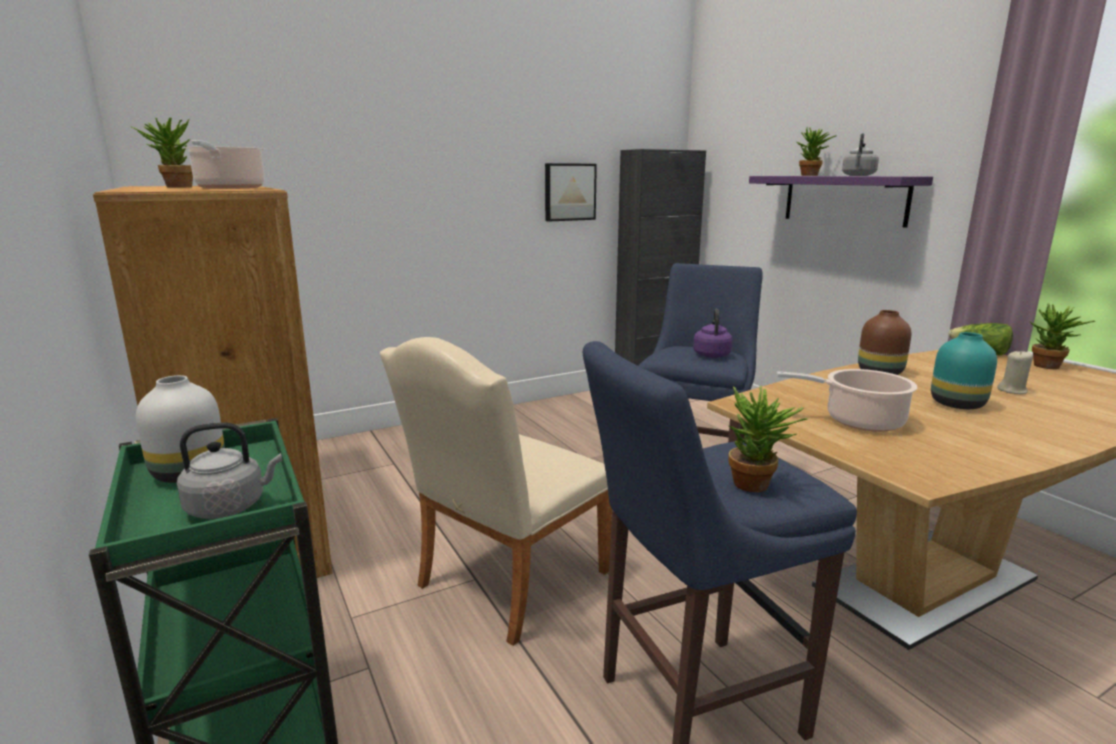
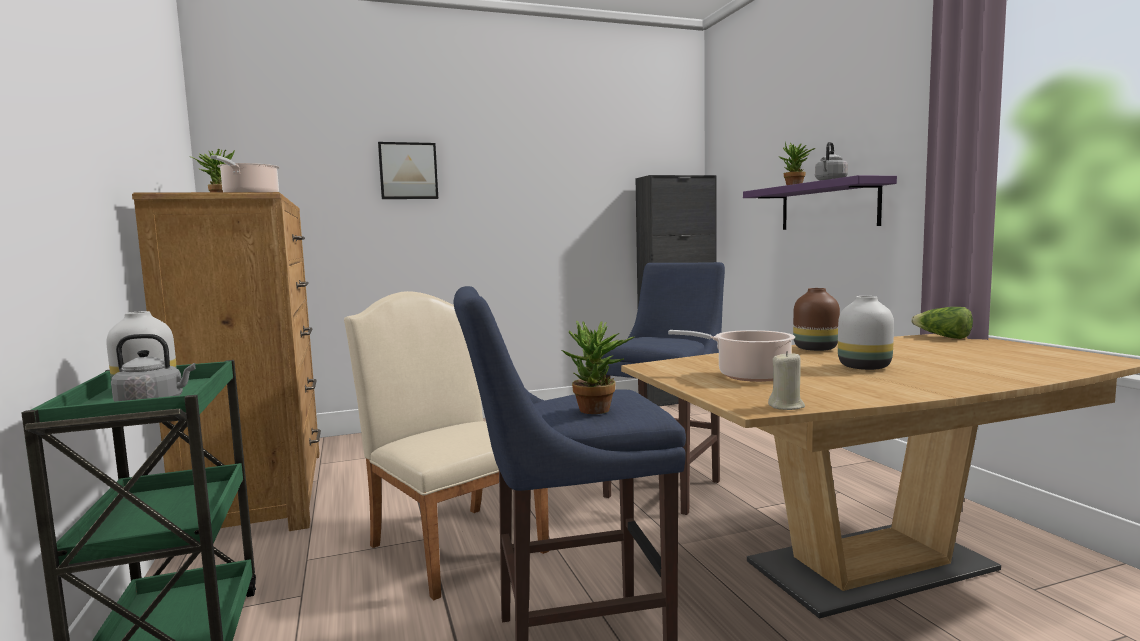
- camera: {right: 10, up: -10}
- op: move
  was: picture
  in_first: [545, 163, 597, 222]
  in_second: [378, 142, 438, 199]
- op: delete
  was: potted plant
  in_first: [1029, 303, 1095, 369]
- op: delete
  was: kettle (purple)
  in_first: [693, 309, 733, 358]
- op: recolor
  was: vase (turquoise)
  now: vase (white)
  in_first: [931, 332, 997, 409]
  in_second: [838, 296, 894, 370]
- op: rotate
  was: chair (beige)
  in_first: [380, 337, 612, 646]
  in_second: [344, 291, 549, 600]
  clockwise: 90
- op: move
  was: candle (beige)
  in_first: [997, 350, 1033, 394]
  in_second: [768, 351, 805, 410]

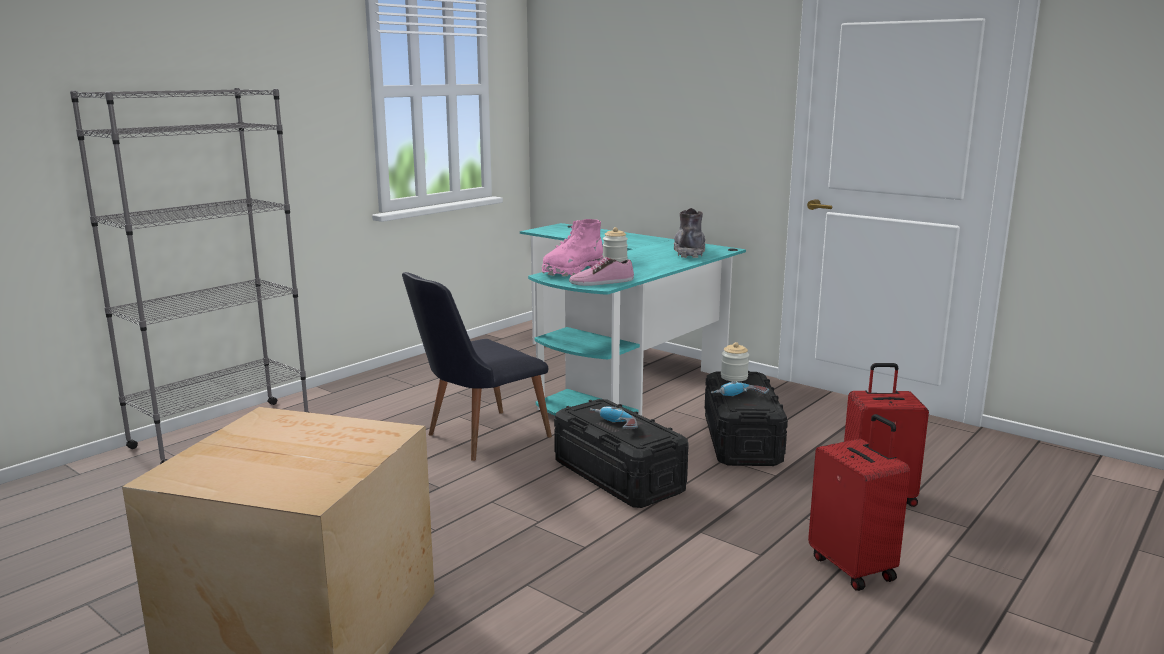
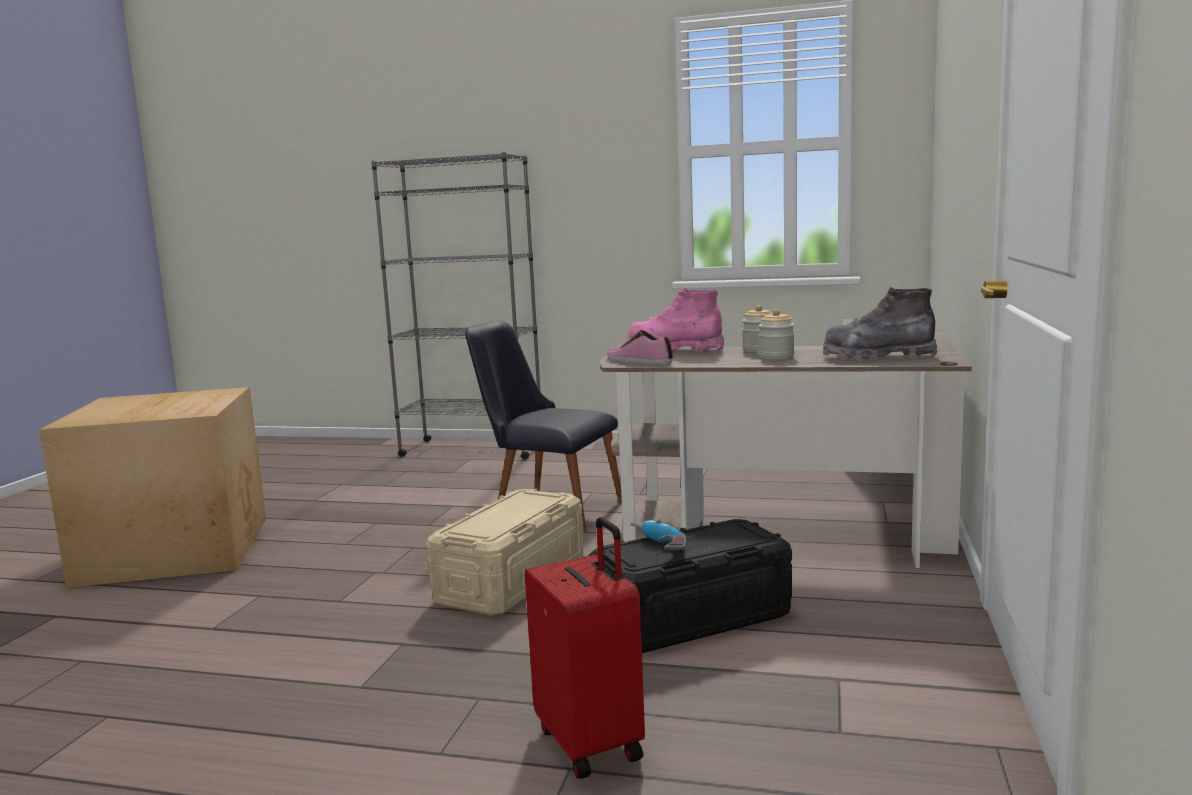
- camera: {right: 65, up: -5}
- op: rotate
  was: boot (grey)
  in_first: [674, 208, 705, 258]
  in_second: [823, 287, 938, 361]
  clockwise: -150
- op: recolor
  was: desk (turquoise)
  now: desk (brown)
  in_first: [520, 223, 746, 416]
  in_second: [600, 319, 972, 568]
- op: move
  was: jar
  in_first: [721, 342, 749, 382]
  in_second: [758, 309, 795, 359]
- op: recolor
  was: storage box (black)
  now: storage box (beige)
  in_first: [554, 399, 689, 508]
  in_second: [427, 489, 584, 616]
- op: delete
  was: power drill
  in_first: [590, 406, 638, 429]
- op: delete
  was: suitcase (red)
  in_first: [808, 414, 910, 591]

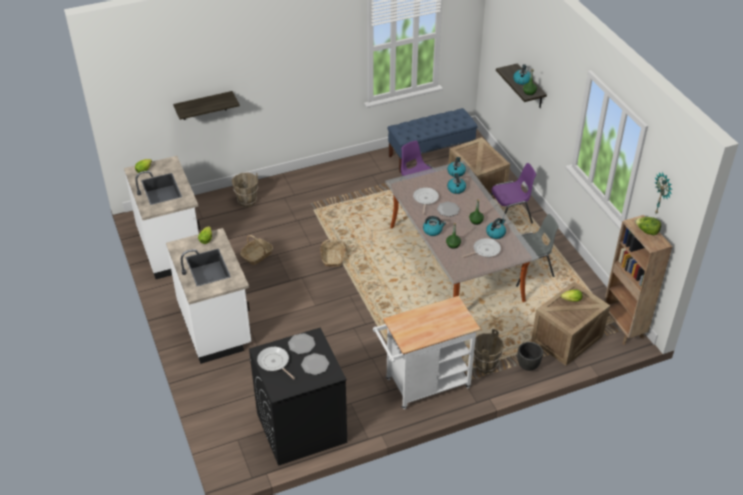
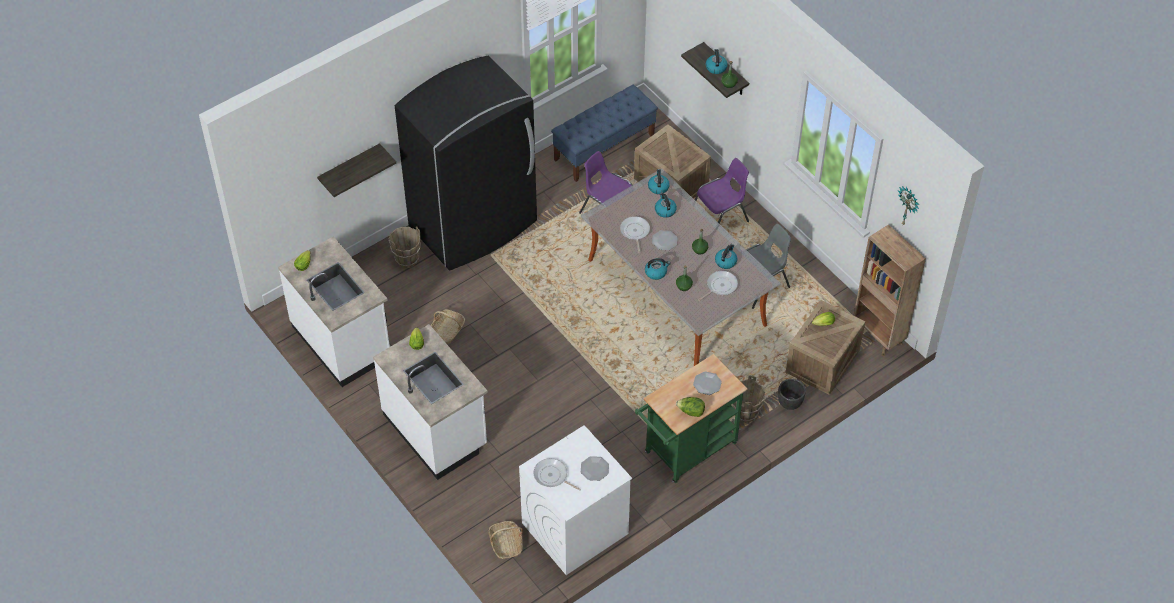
- camera: {right: -15, up: 10}
- op: move
  was: lettuce
  in_first: [635, 217, 661, 235]
  in_second: [676, 397, 705, 417]
- op: move
  was: basket
  in_first: [320, 239, 347, 267]
  in_second: [489, 521, 523, 559]
- op: recolor
  was: cart (white)
  now: cart (green)
  in_first: [373, 296, 481, 409]
  in_second: [635, 354, 747, 483]
- op: recolor
  was: washing machine (black)
  now: washing machine (white)
  in_first: [249, 328, 347, 466]
  in_second: [519, 425, 632, 575]
- op: move
  was: plate
  in_first: [288, 333, 315, 354]
  in_second: [693, 371, 722, 395]
- op: insert
  now: fridge (black)
  in_second: [395, 56, 537, 270]

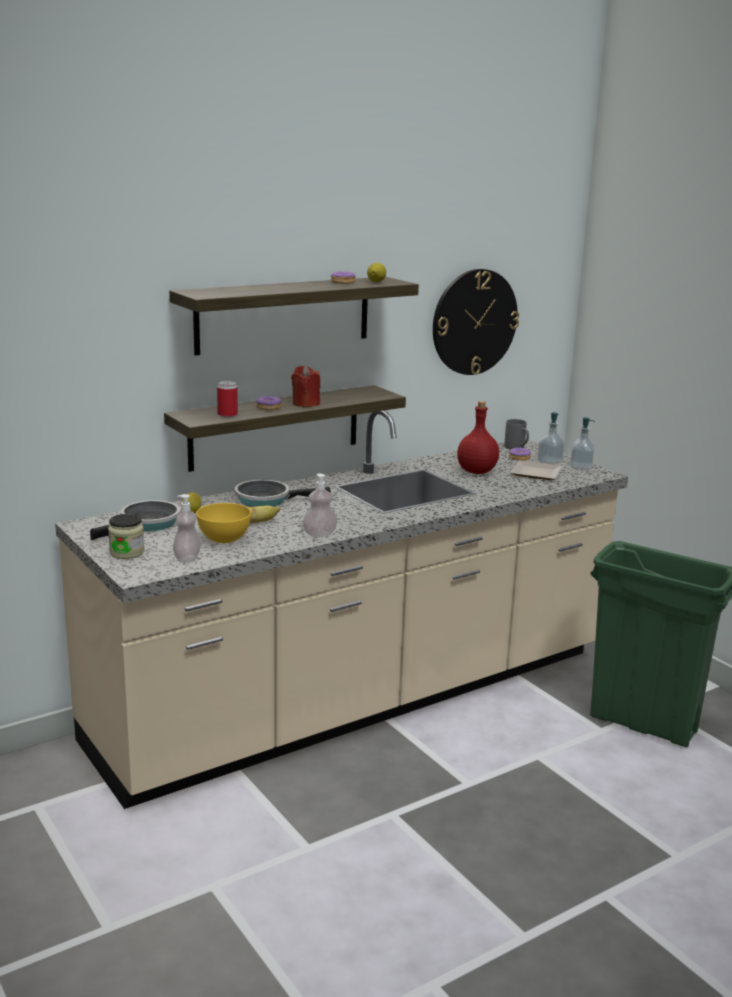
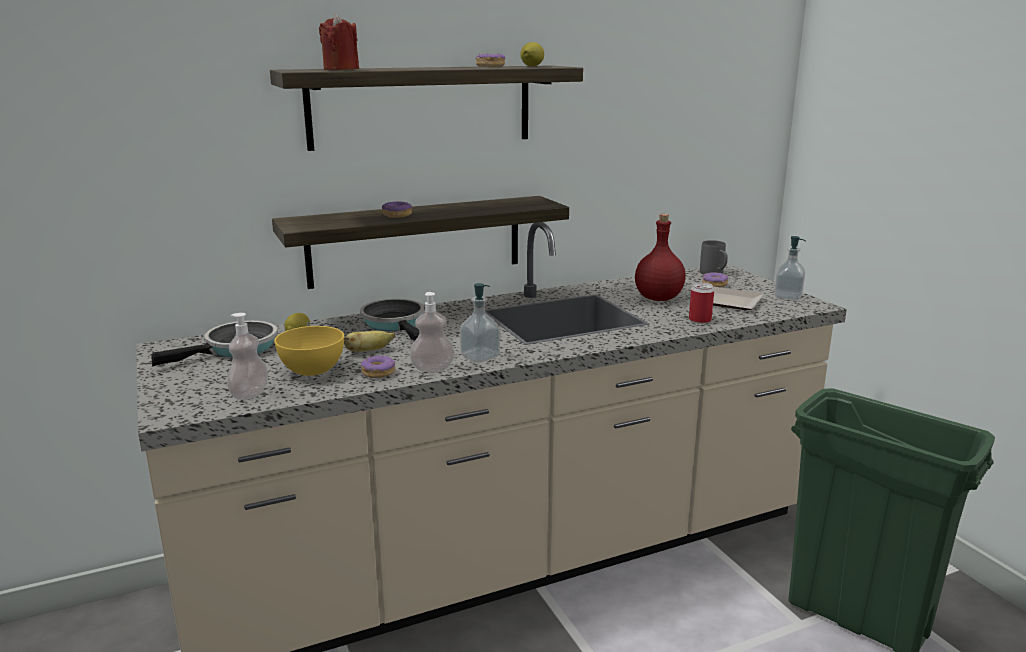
- camera: {right: 10, up: 0}
- op: delete
  was: wall clock
  in_first: [433, 269, 519, 375]
- op: move
  was: candle (red)
  in_first: [291, 365, 320, 407]
  in_second: [319, 14, 359, 70]
- op: move
  was: can
  in_first: [217, 381, 238, 417]
  in_second: [689, 283, 714, 324]
- op: move
  was: soap dispenser
  in_first: [537, 412, 565, 465]
  in_second: [460, 283, 500, 363]
- op: rotate
  was: frying pan
  in_first: [235, 480, 331, 507]
  in_second: [360, 299, 424, 341]
  clockwise: 60
- op: delete
  was: jar
  in_first: [108, 514, 145, 559]
- op: insert
  now: donut
  in_second: [361, 356, 395, 378]

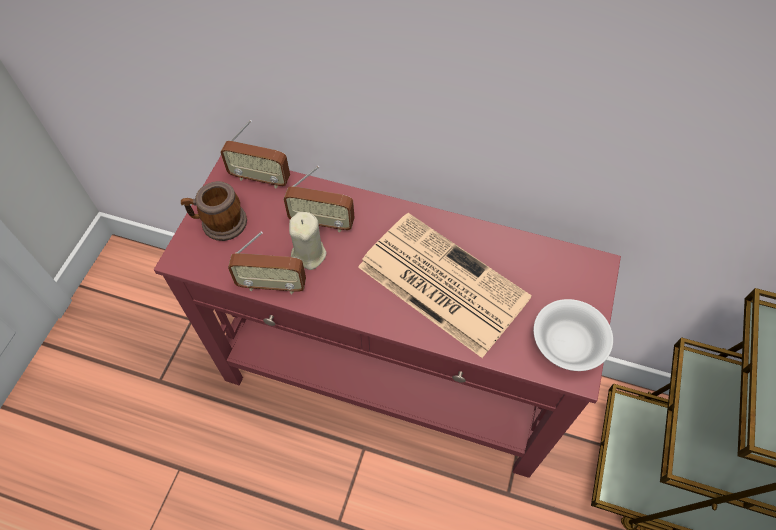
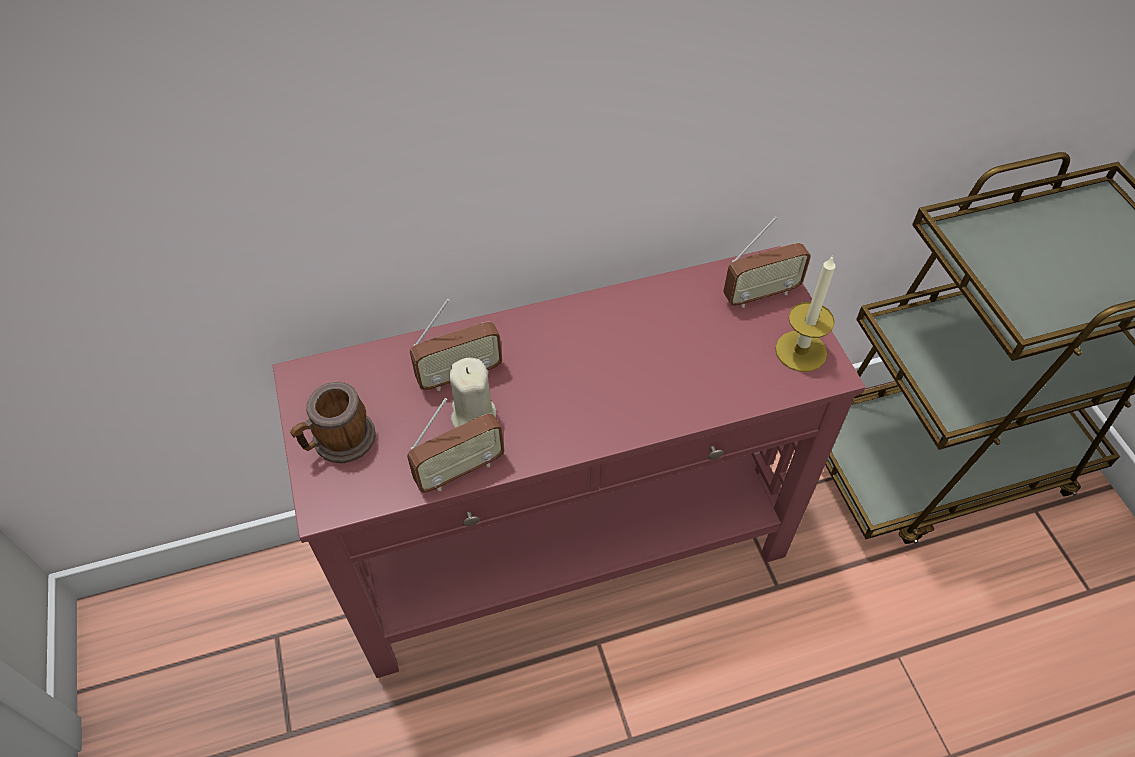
- camera: {right: -35, up: -5}
- op: move
  was: radio
  in_first: [220, 120, 290, 188]
  in_second: [723, 217, 811, 308]
- op: delete
  was: newspaper
  in_first: [358, 213, 532, 358]
- op: replace
  was: bowl (white)
  now: candle
  in_first: [534, 299, 613, 371]
  in_second: [775, 256, 836, 372]

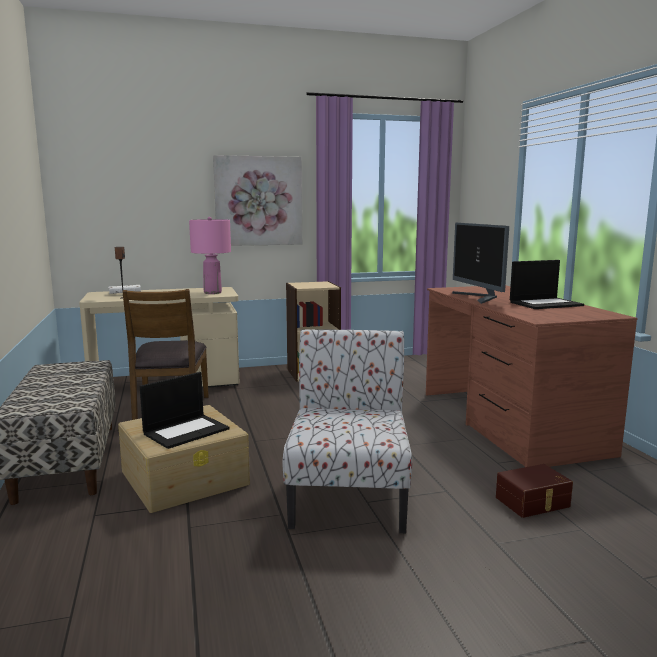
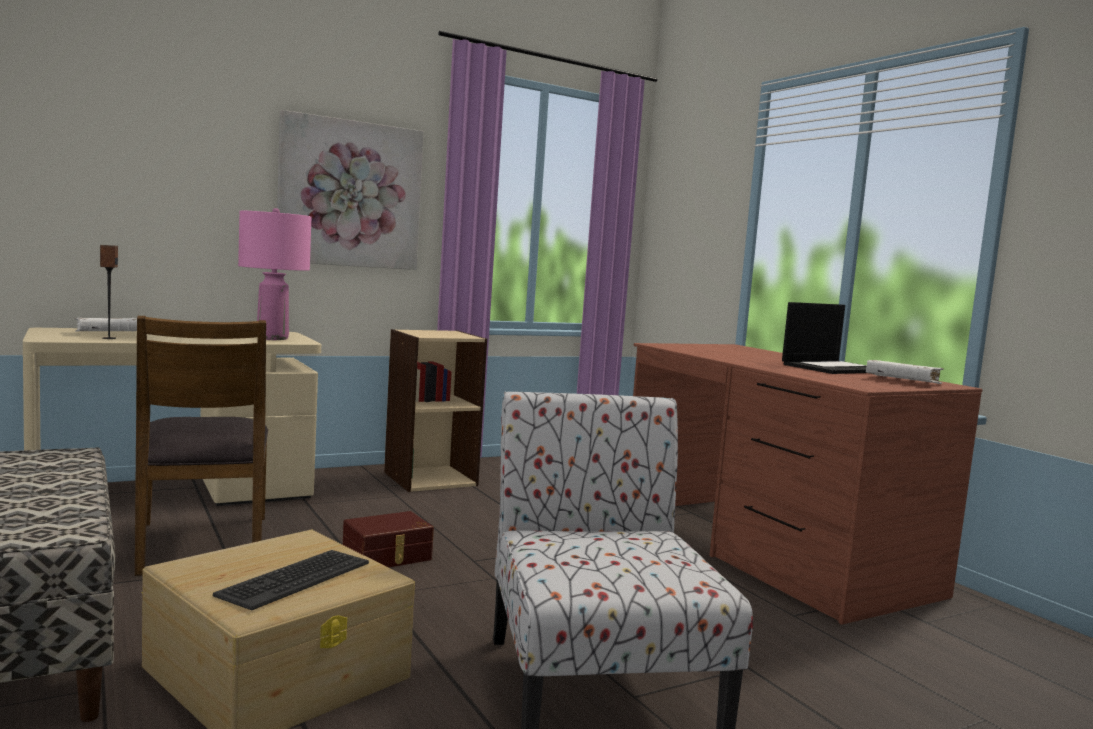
- camera: {right: -15, up: -5}
- op: delete
  was: monitor
  in_first: [452, 222, 509, 304]
- op: replace
  was: laptop
  now: keyboard
  in_first: [140, 372, 230, 449]
  in_second: [213, 550, 369, 610]
- op: move
  was: storage box (brown)
  in_first: [496, 464, 573, 518]
  in_second: [343, 511, 434, 567]
- op: insert
  now: book (white)
  in_second: [866, 360, 944, 384]

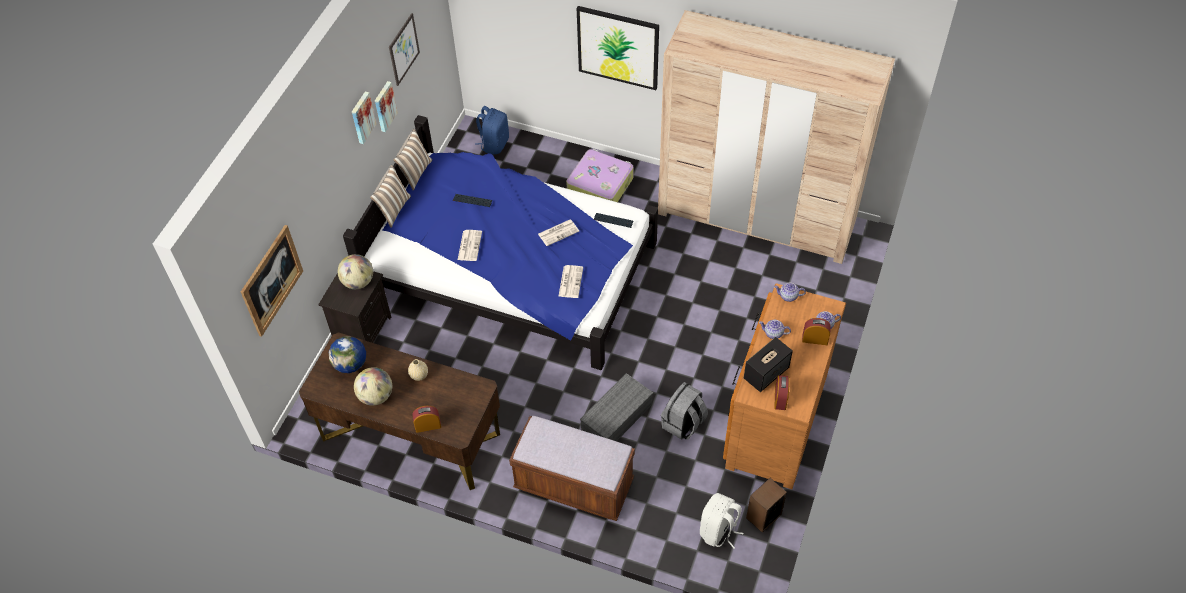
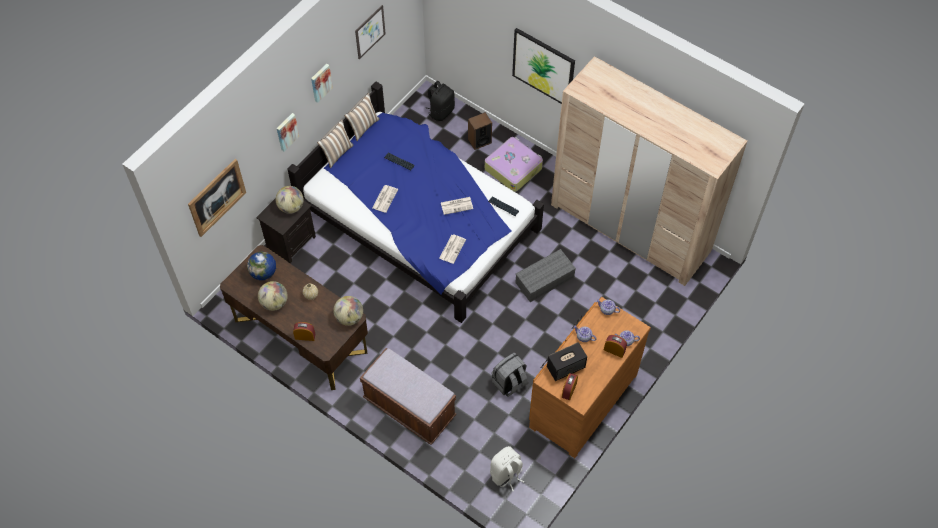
- camera: {right: 15, up: 5}
- op: move
  was: picture
  in_first: [375, 81, 398, 132]
  in_second: [277, 113, 299, 151]
- op: recolor
  was: backpack (blue)
  now: backpack (black)
  in_first: [475, 106, 509, 154]
  in_second: [427, 81, 455, 121]
- op: move
  was: storage box (grey)
  in_first: [580, 373, 653, 441]
  in_second: [515, 249, 576, 302]
- op: move
  was: speaker
  in_first: [746, 478, 787, 533]
  in_second: [468, 112, 492, 150]
- op: insert
  now: globe
  in_second: [333, 296, 363, 326]

